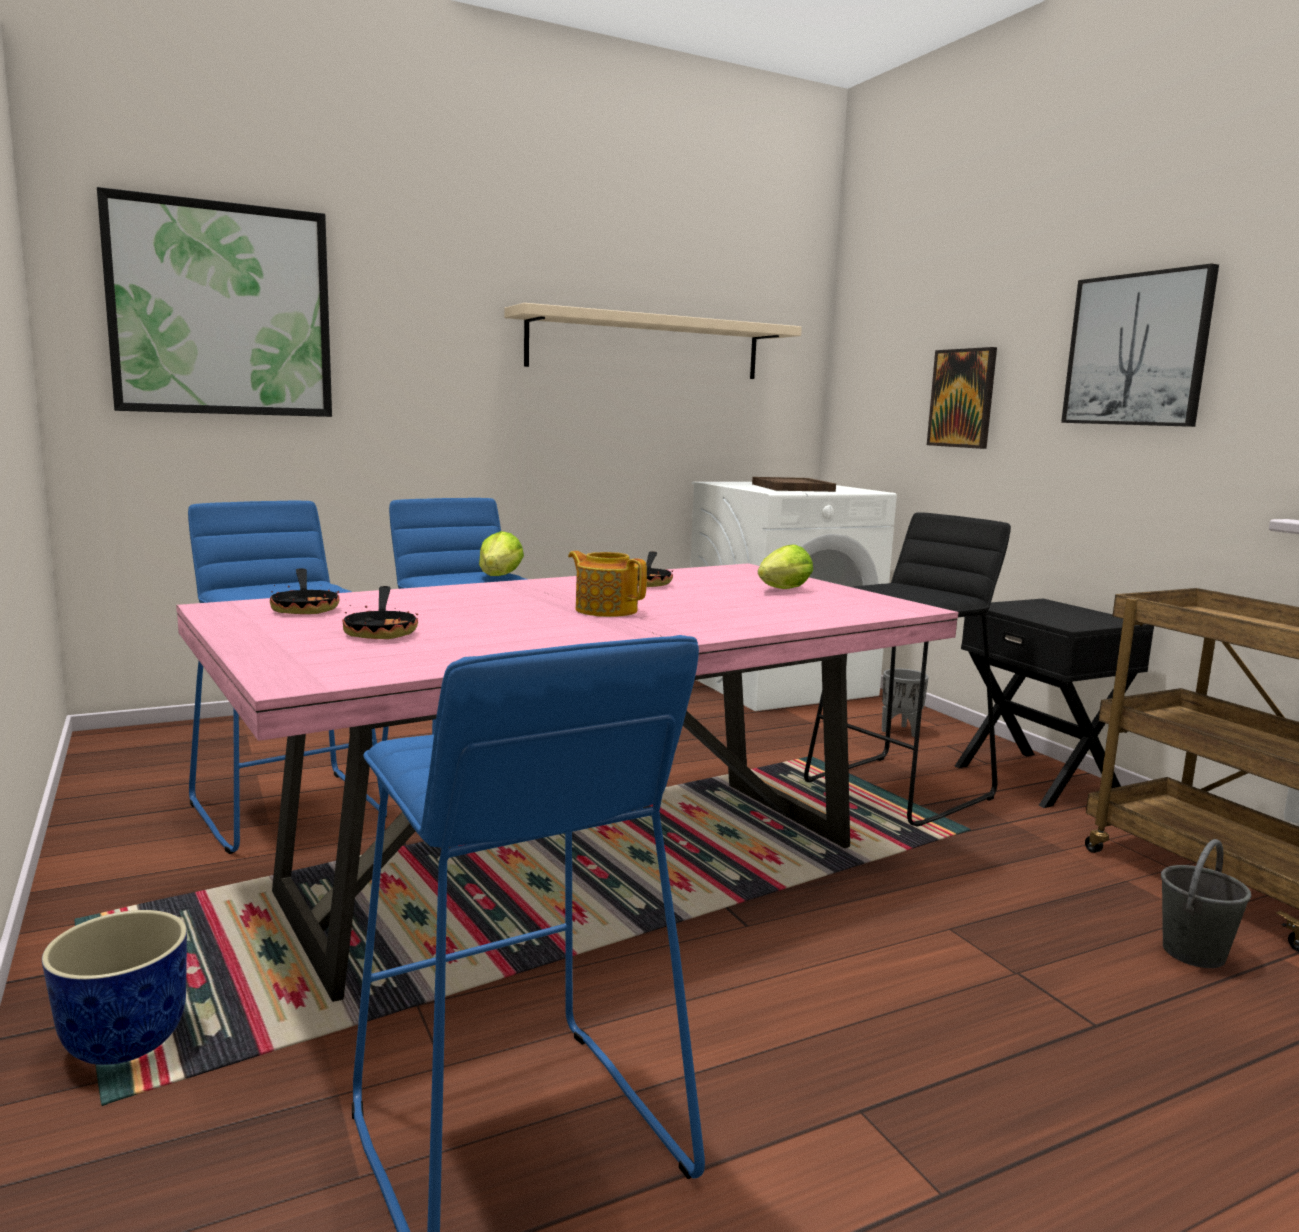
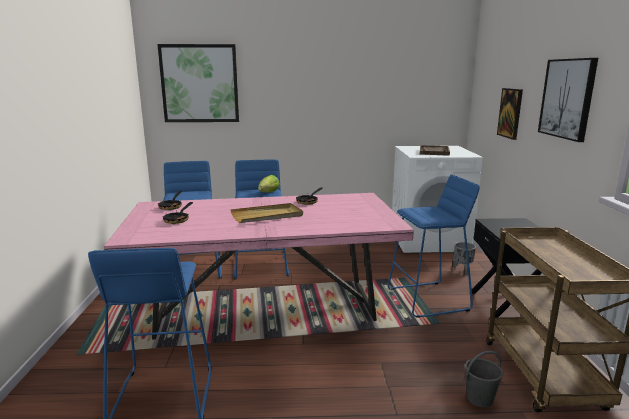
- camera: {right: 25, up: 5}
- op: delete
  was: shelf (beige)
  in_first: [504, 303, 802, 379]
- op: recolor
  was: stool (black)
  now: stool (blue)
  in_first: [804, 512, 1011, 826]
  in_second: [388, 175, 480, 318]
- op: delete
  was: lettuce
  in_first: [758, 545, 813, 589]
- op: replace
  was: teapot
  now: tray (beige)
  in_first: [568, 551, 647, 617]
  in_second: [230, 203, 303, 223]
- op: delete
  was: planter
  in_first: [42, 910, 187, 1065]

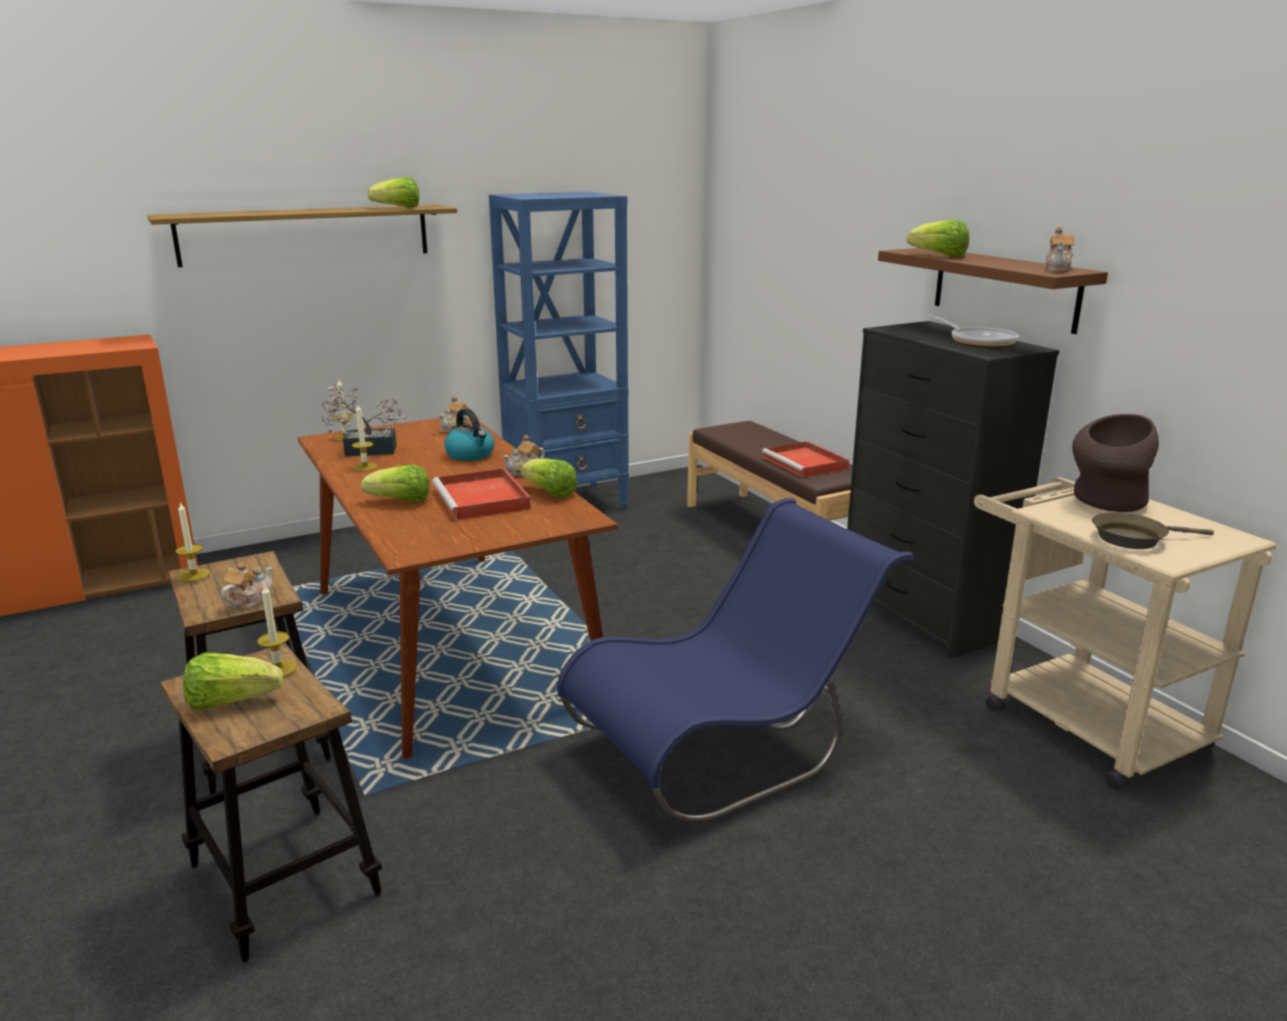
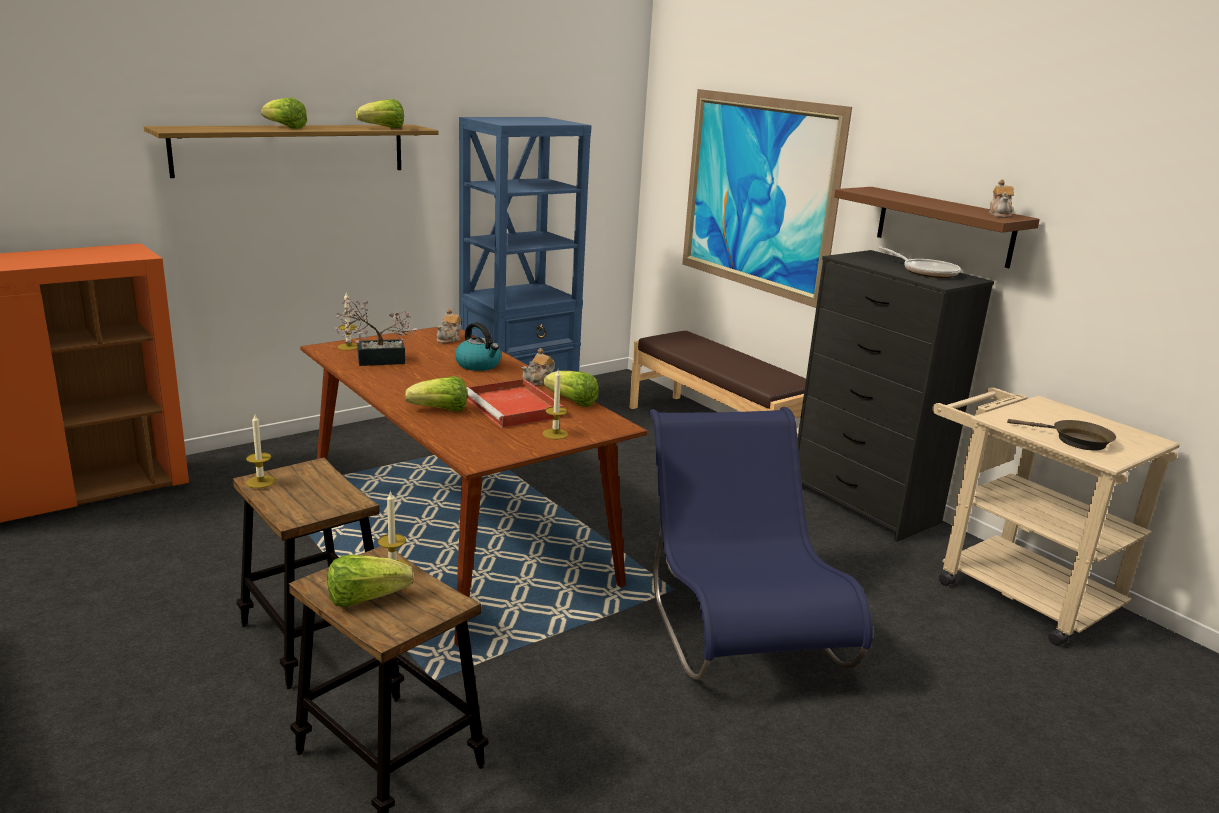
- camera: {right: -10, up: 0}
- op: move
  was: lettuce
  in_first: [907, 220, 969, 257]
  in_second: [261, 98, 307, 129]
- op: move
  was: candle
  in_first: [352, 405, 378, 471]
  in_second: [543, 370, 568, 439]
- op: delete
  was: vase (brown)
  in_first: [1072, 414, 1159, 512]
- op: delete
  was: tray (red)
  in_first: [762, 441, 849, 477]
- op: rotate
  was: chair (blue)
  in_first: [557, 498, 913, 822]
  in_second: [649, 407, 873, 680]
  clockwise: -60
- op: rotate
  was: frying pan (brown)
  in_first: [1092, 512, 1214, 549]
  in_second: [1007, 419, 1116, 451]
  clockwise: -135
- op: delete
  was: teapot
  in_first: [221, 562, 273, 610]
- op: insert
  now: picture
  in_second: [682, 89, 852, 308]

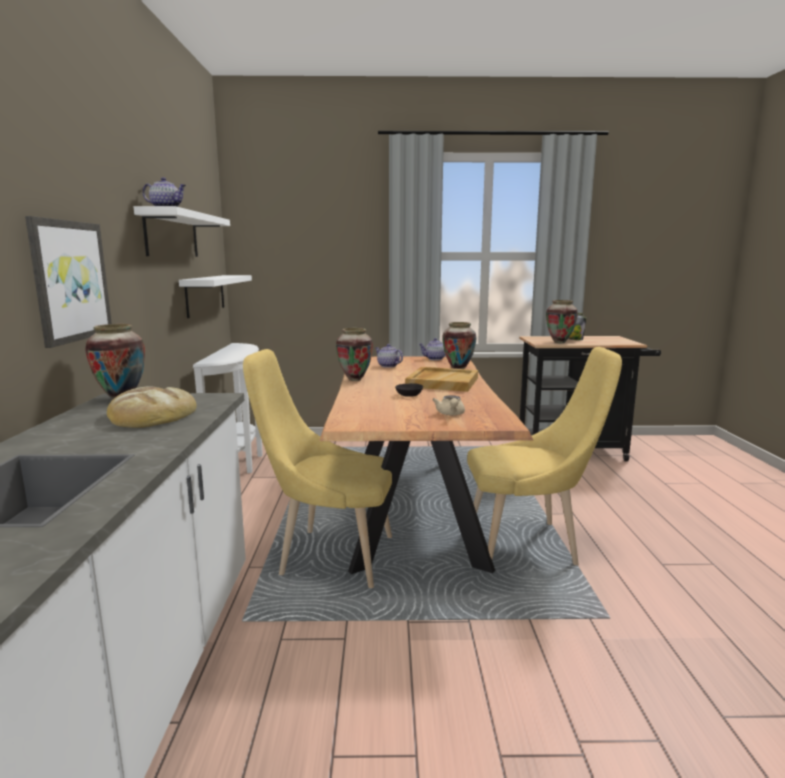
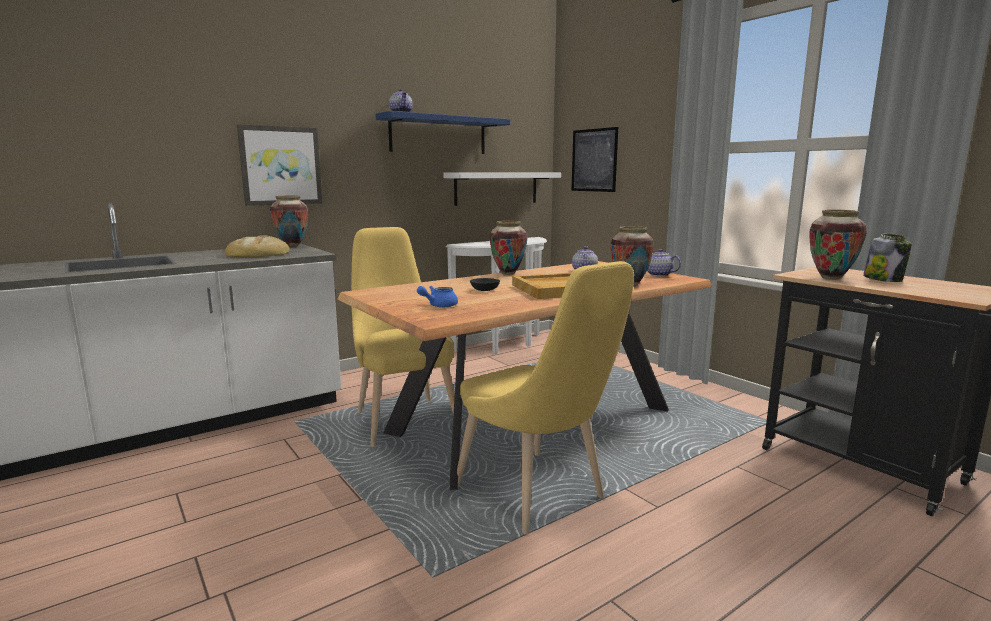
- camera: {right: 55, up: 0}
- op: recolor
  was: shelf (white)
  now: shelf (blue)
  in_first: [134, 206, 230, 257]
  in_second: [375, 111, 510, 154]
- op: recolor
  was: teapot (beige)
  now: teapot (blue)
  in_first: [432, 395, 465, 416]
  in_second: [417, 286, 458, 307]
- op: insert
  now: picture
  in_second: [571, 127, 618, 192]

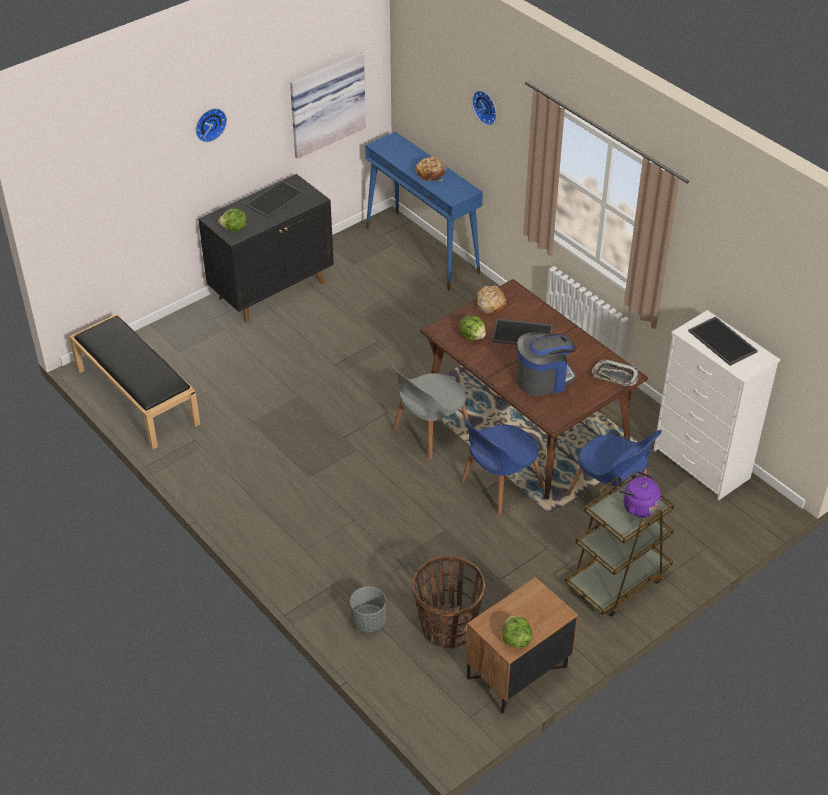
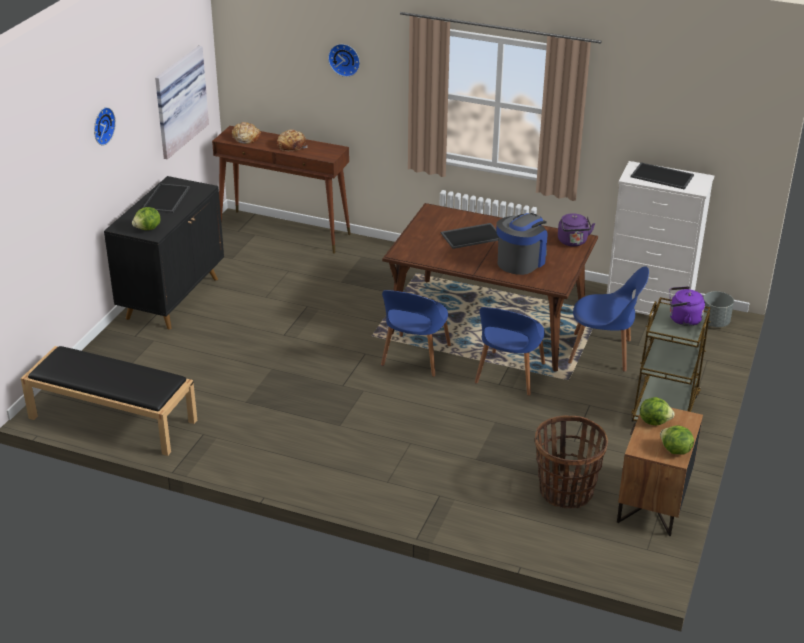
- camera: {right: -30, up: -10}
- op: recolor
  was: console table (blue)
  now: console table (brown)
  in_first: [365, 131, 483, 291]
  in_second: [212, 126, 351, 254]
- op: move
  was: bread
  in_first: [475, 286, 507, 314]
  in_second: [232, 122, 261, 144]
- op: move
  was: lettuce
  in_first: [459, 316, 486, 340]
  in_second: [640, 397, 675, 425]
- op: replace
  was: tray
  now: kettle (purple)
  in_first: [592, 359, 638, 386]
  in_second: [558, 213, 595, 246]
- op: recolor
  was: chair (grey)
  now: chair (blue)
  in_first: [392, 366, 470, 460]
  in_second: [381, 290, 451, 377]
- op: move
  was: planter (grey)
  in_first: [350, 587, 386, 632]
  in_second: [703, 291, 734, 327]

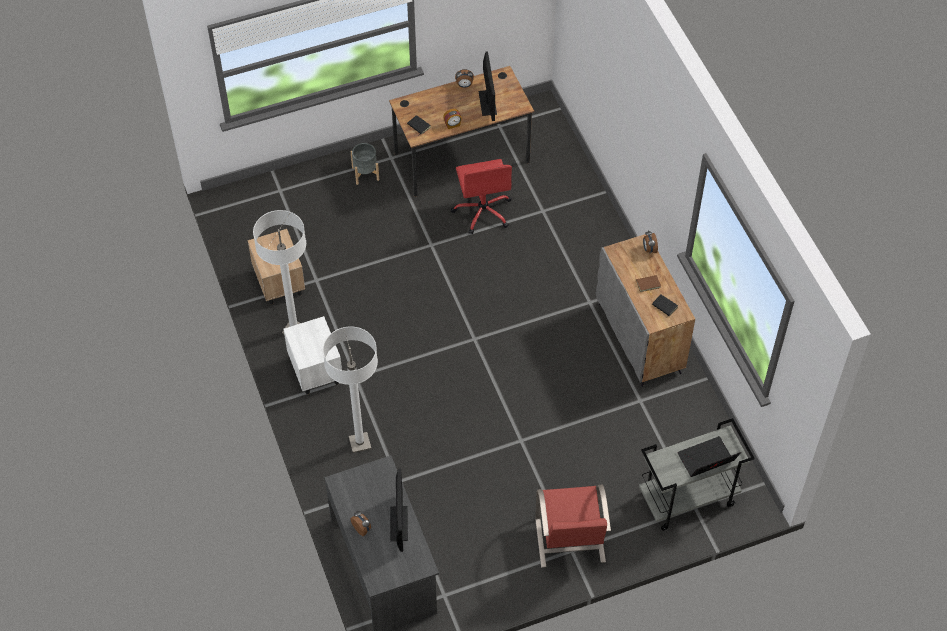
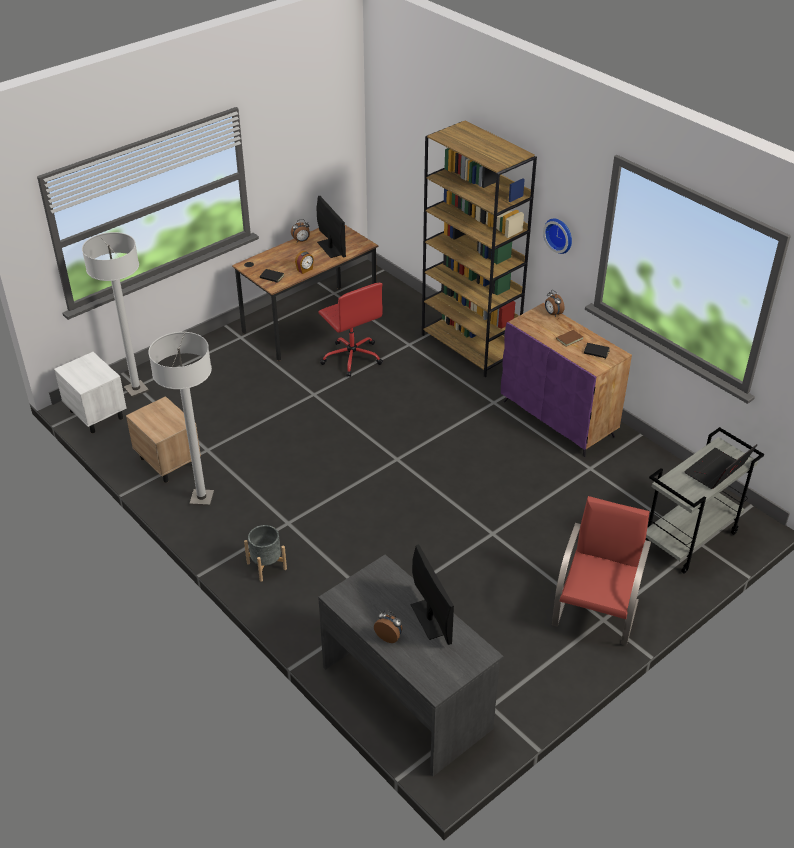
- camera: {right: -20, up: -15}
- op: move
  was: planter (grey)
  in_first: [351, 143, 379, 185]
  in_second: [244, 525, 287, 581]
- op: recolor
  was: cabinet (grey)
  now: cabinet (purple)
  in_first: [596, 234, 695, 387]
  in_second: [501, 303, 632, 457]
- op: move
  was: nightstand (white)
  in_first: [284, 316, 342, 394]
  in_second: [54, 352, 127, 433]
- op: move
  was: floor lamp (white)
  in_first: [323, 327, 378, 453]
  in_second: [82, 232, 149, 398]
- op: rotate
  was: chair (red)
  in_first: [535, 485, 611, 568]
  in_second: [552, 496, 651, 646]
  clockwise: -135
- op: insert
  now: bookcase (brown)
  in_second: [422, 121, 537, 377]
- op: insert
  now: wall clock
  in_second: [543, 219, 572, 254]

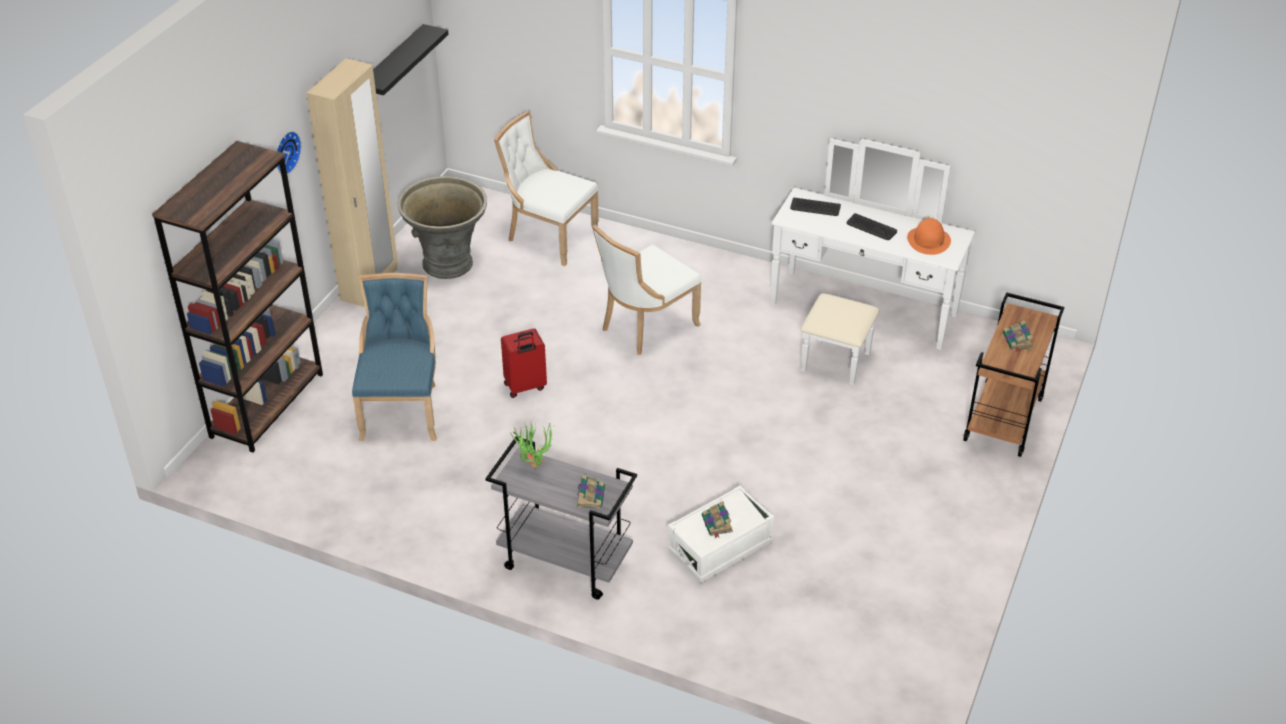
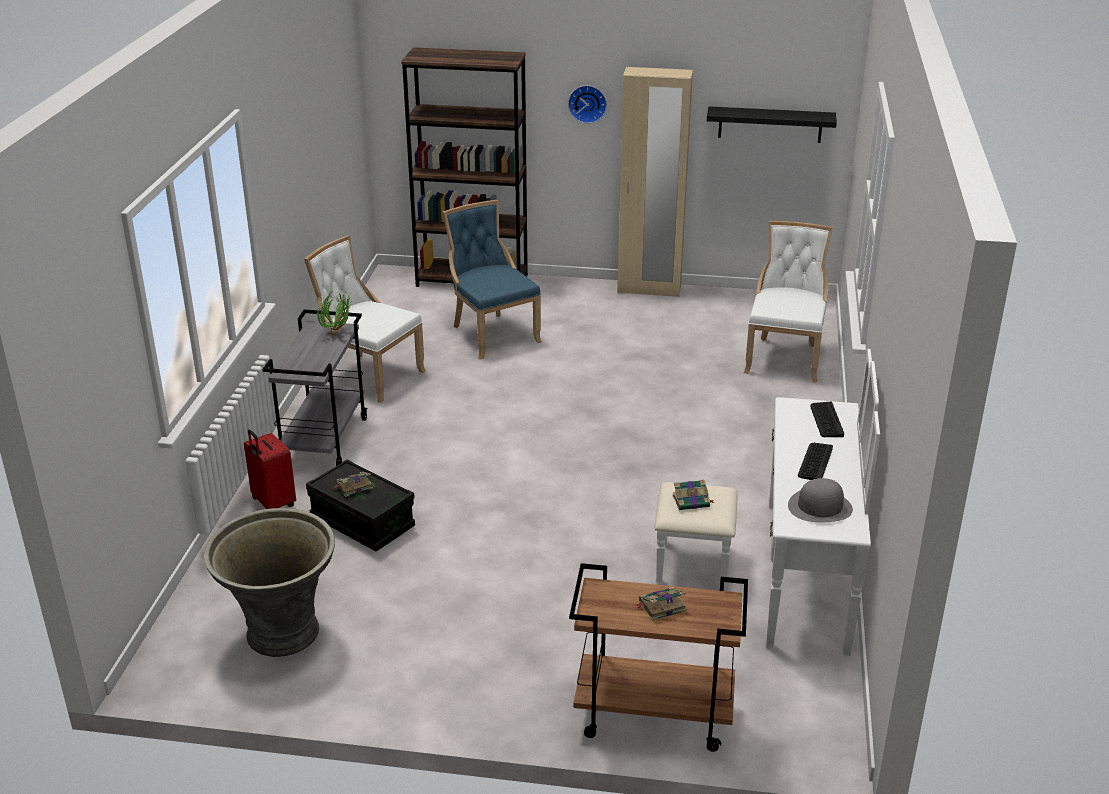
- camera: {right: 75, up: -10}
- op: move
  was: planter (grey)
  in_first: [398, 176, 487, 279]
  in_second: [204, 508, 335, 657]
- op: recolor
  was: hat (orange)
  now: hat (grey)
  in_first: [907, 218, 951, 255]
  in_second: [788, 478, 853, 522]
- op: move
  was: chair (white)
  in_first: [592, 224, 701, 355]
  in_second: [304, 236, 426, 403]
- op: rotate
  was: chair (blue)
  in_first: [352, 273, 437, 441]
  in_second: [442, 200, 542, 360]
  clockwise: -105
- op: move
  was: suitcase (red)
  in_first: [501, 328, 547, 398]
  in_second: [244, 430, 296, 509]
- op: move
  was: book
  in_first: [576, 474, 605, 509]
  in_second: [672, 480, 715, 510]
- op: recolor
  was: storage box (white)
  now: storage box (black)
  in_first: [668, 486, 774, 583]
  in_second: [306, 459, 415, 551]

